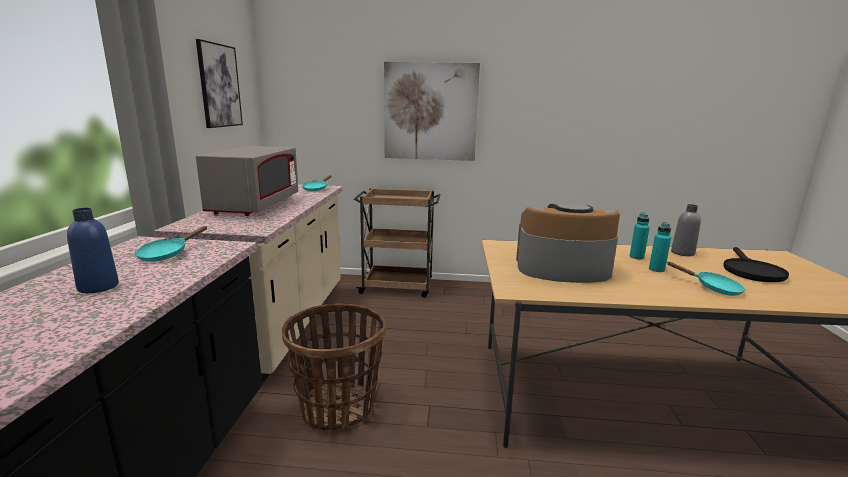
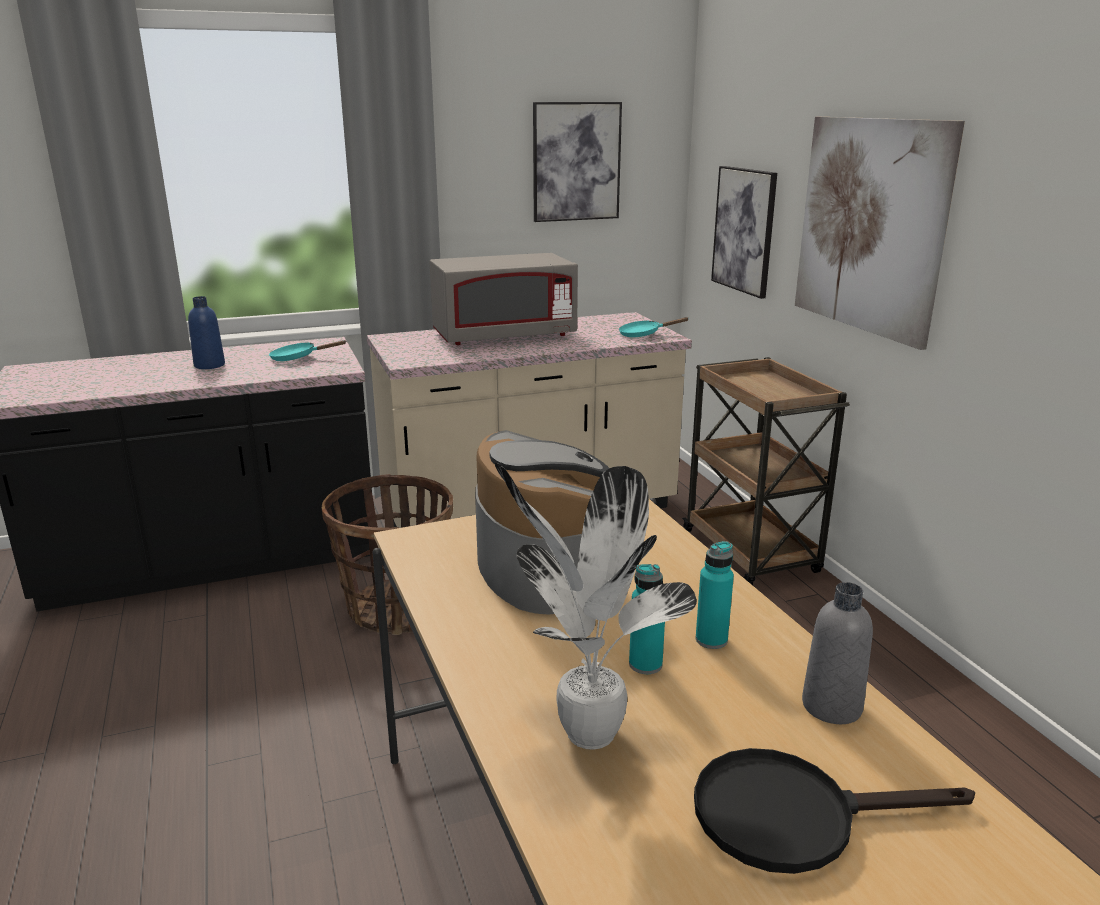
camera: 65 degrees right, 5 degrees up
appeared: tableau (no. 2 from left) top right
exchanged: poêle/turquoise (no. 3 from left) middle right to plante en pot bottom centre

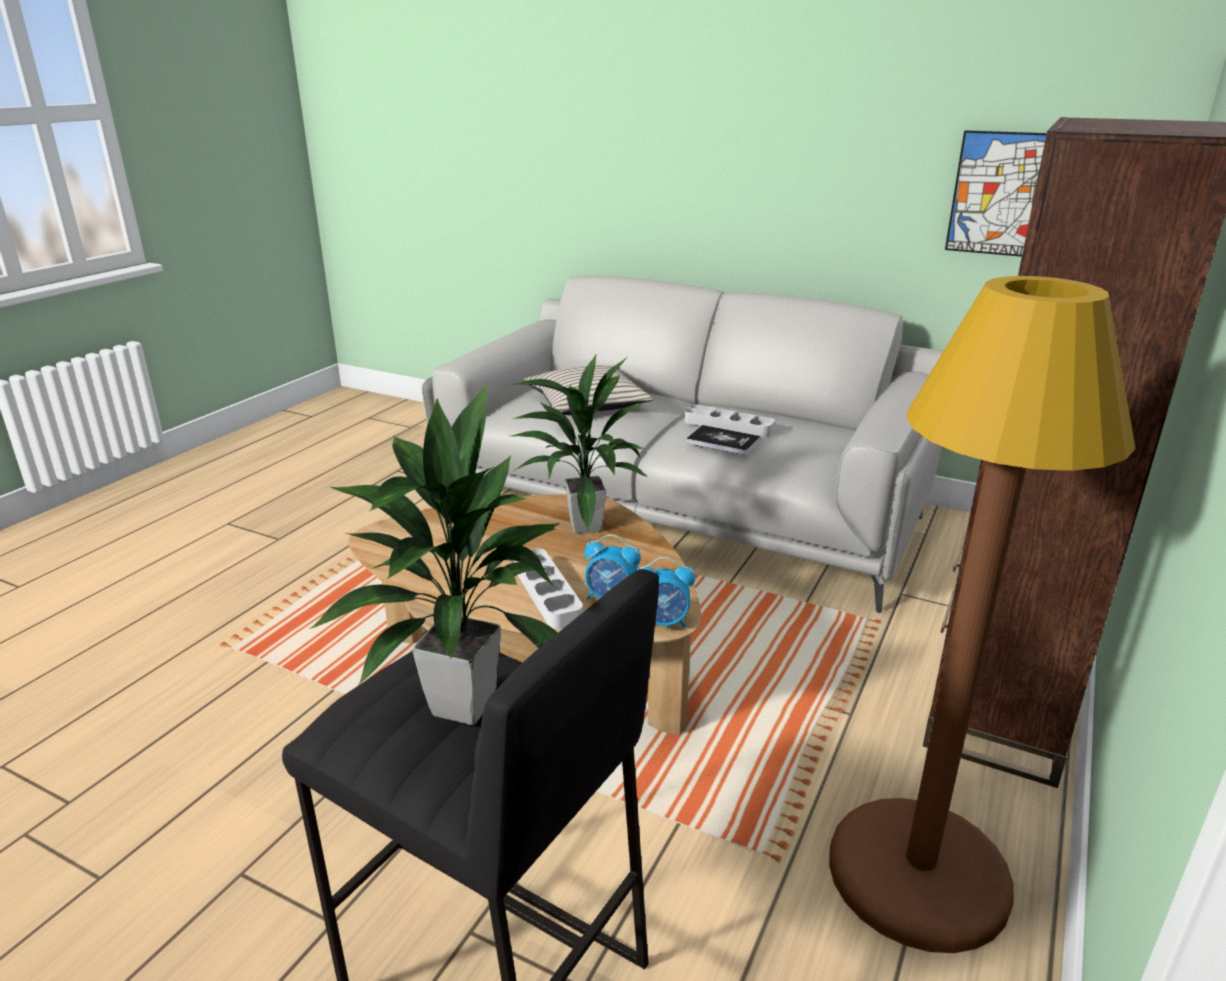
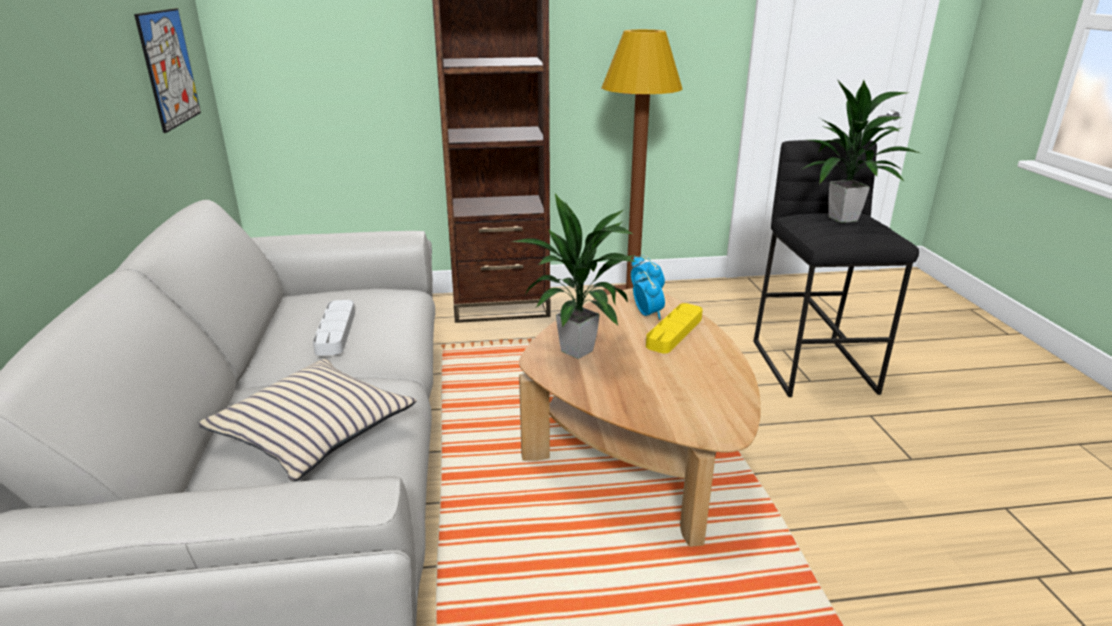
camera: 125 degrees left, 0 degrees up
missing: livre centre
colour: plateau/gris (no. 1 from left) centre to plateau/jaune centre

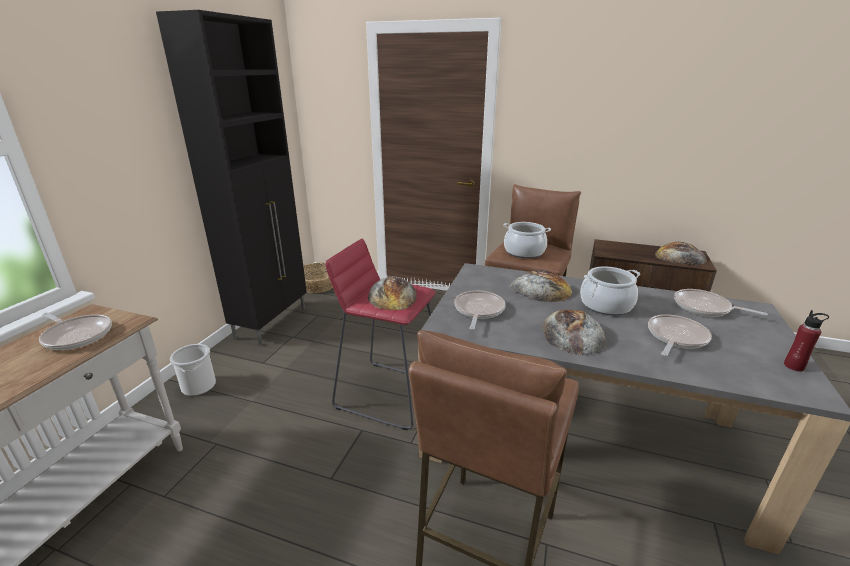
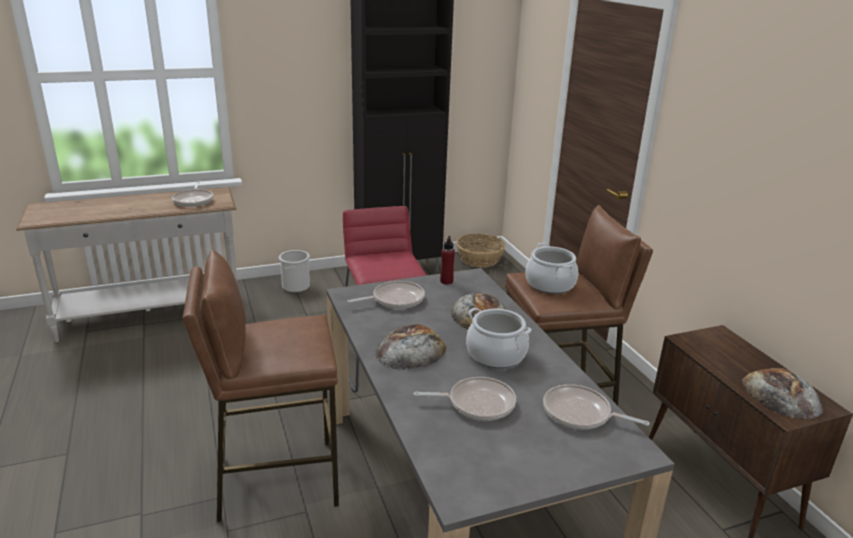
camera: 50 degrees right, 0 degrees up
missing: pain (no. 1 from left) centre
relocated: bouteille/rouge middle right to centre
spun: poêle (no. 4 from left) middle right = bottom right 60 degrees counterclockwise

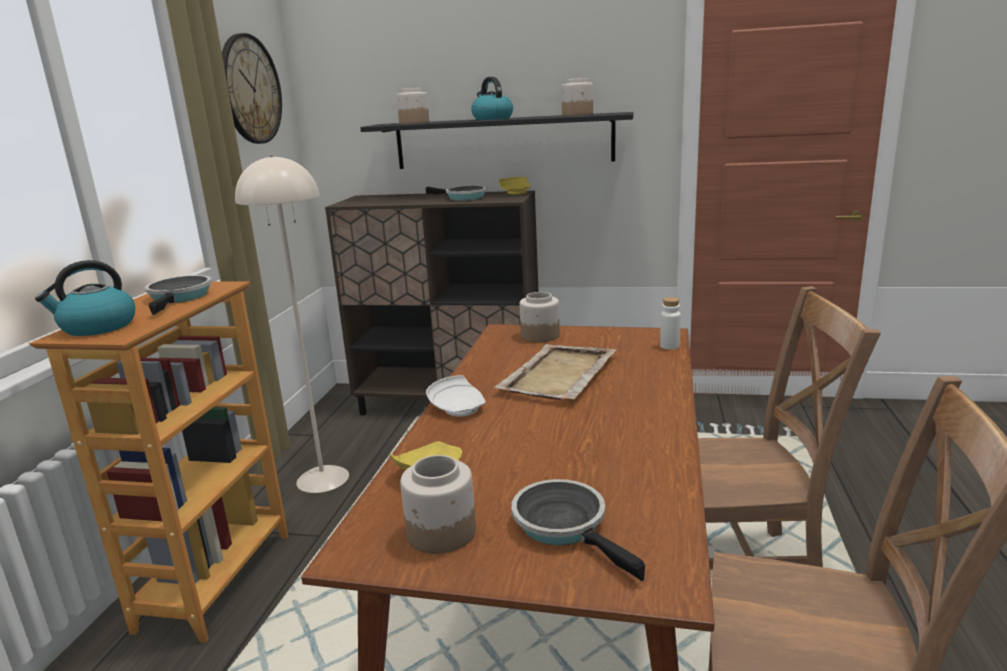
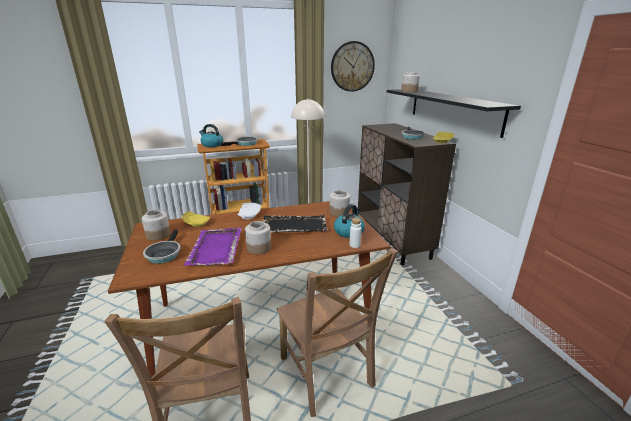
camera: 60 degrees right, 5 degrees up
appeared: plateau/violet centre
relocated: bouilloire (no. 2 from left) top centre to centre; bocal (no. 4 from left in the first image) top centre to bocal (no. 2 from left) centre
colour: plateau/beige centre to plateau/noir centre
spun: poêle (no. 3 from left in the first image) bottom centre = middle left 150 degrees clockwise

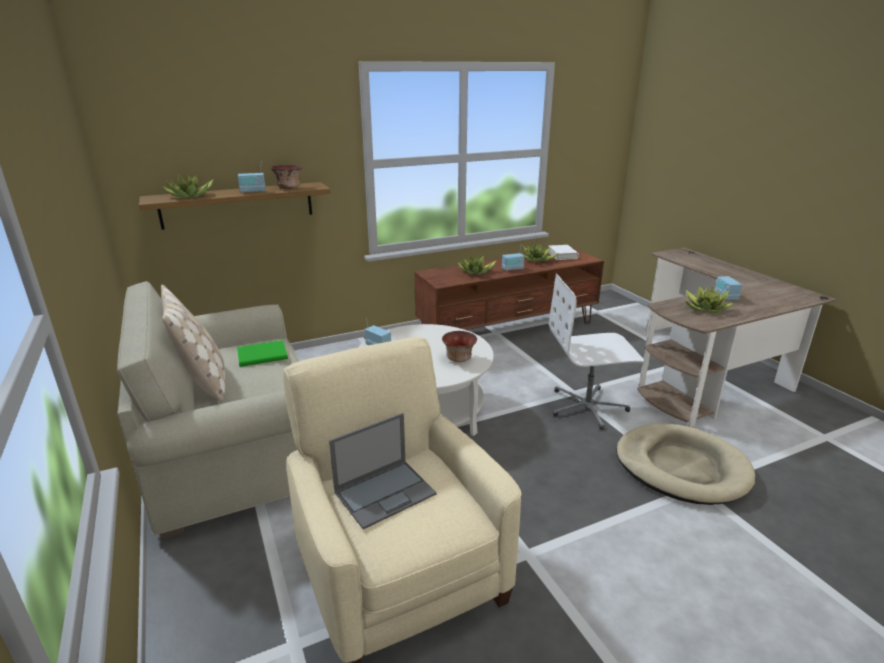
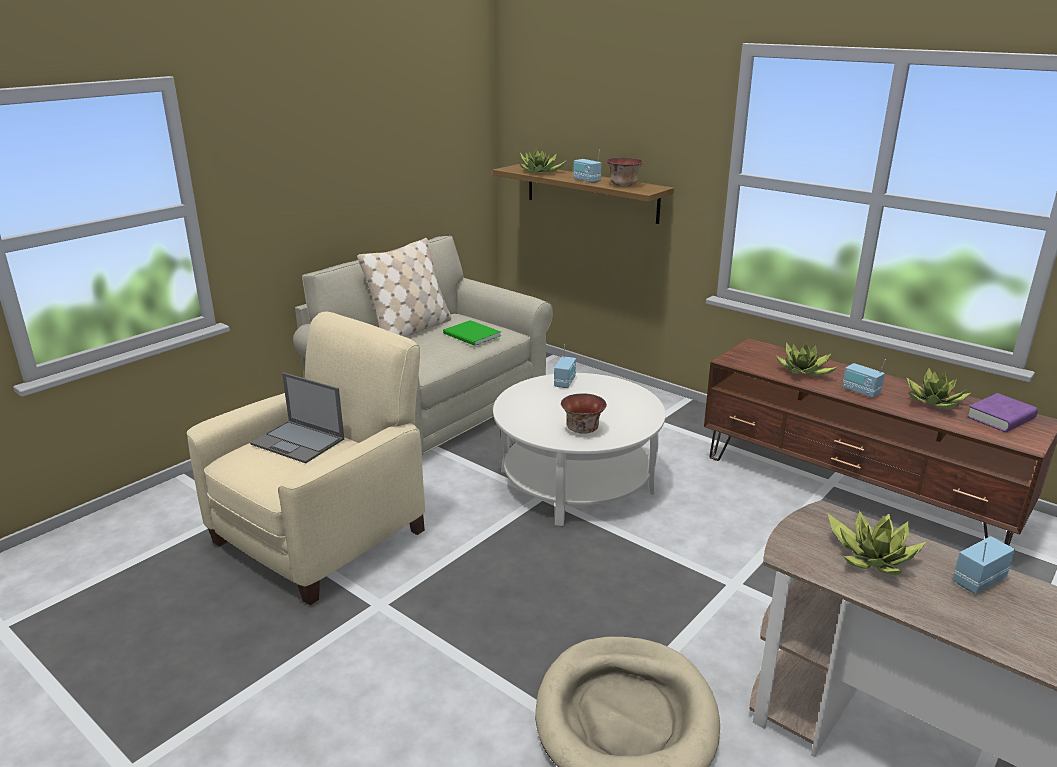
camera: 65 degrees right, 0 degrees up
missing: chaise de bureau/blanc middle right
colour: livre/blanc centre to livre/violet middle right

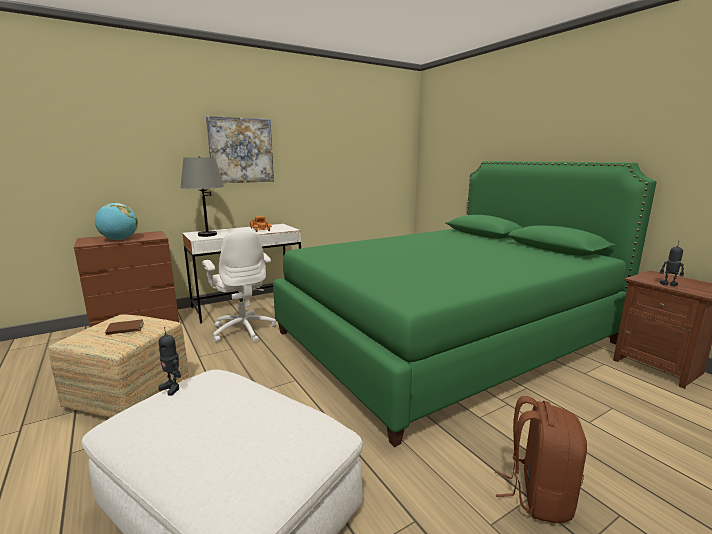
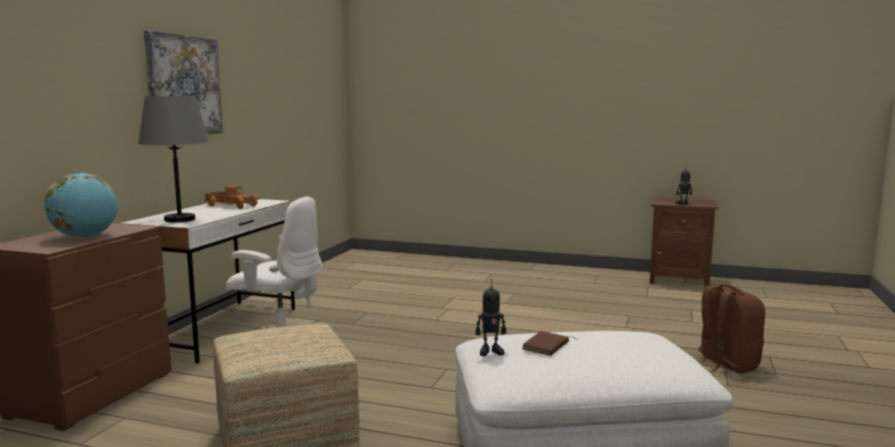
camera: 40 degrees left, 5 degrees down
missing: lit/vert centre
relocated: livre/marron middle left to bottom centre

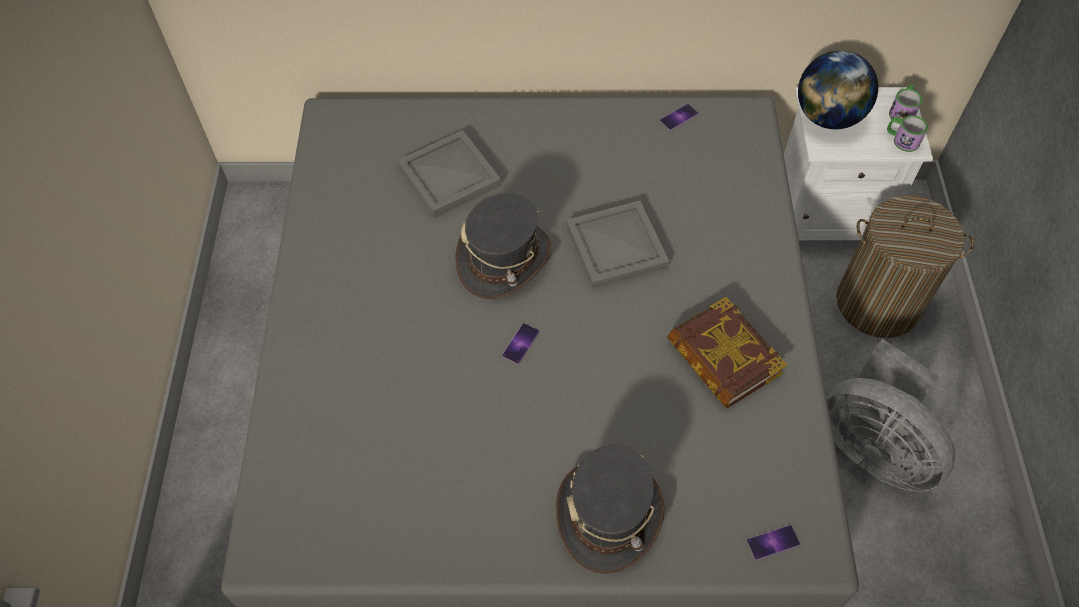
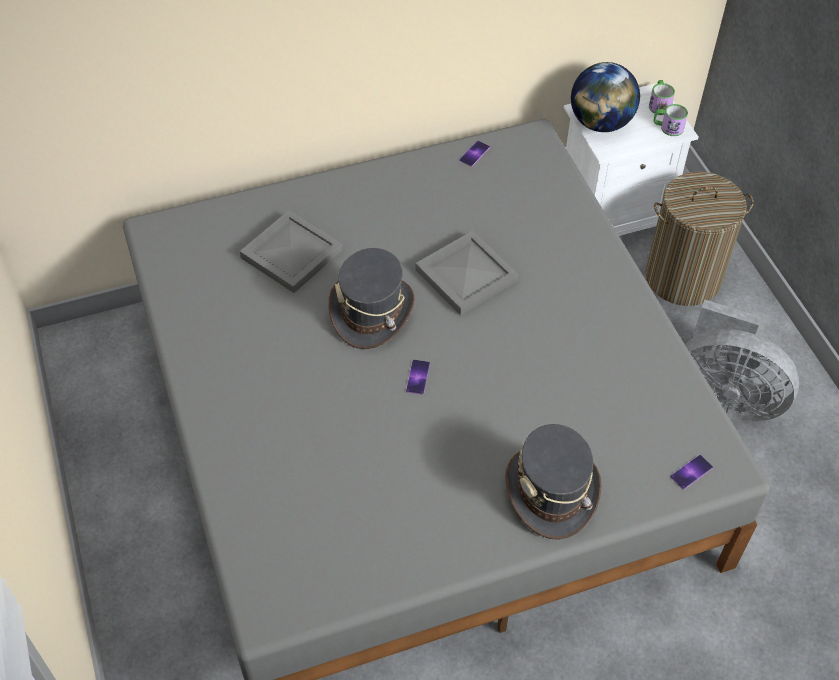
camera: 20 degrees left, 5 degrees down
missing: livre middle right

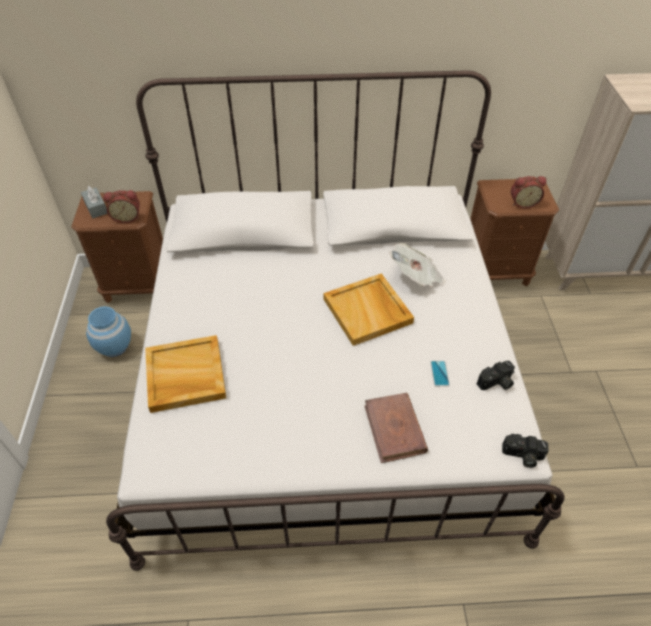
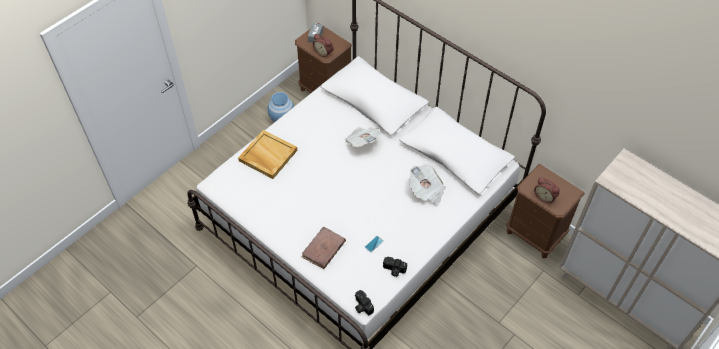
camera: 45 degrees right, 5 degrees up
missing: plateau/beige (no. 2 from left) centre
appeared: journal (no. 1 from left) centre

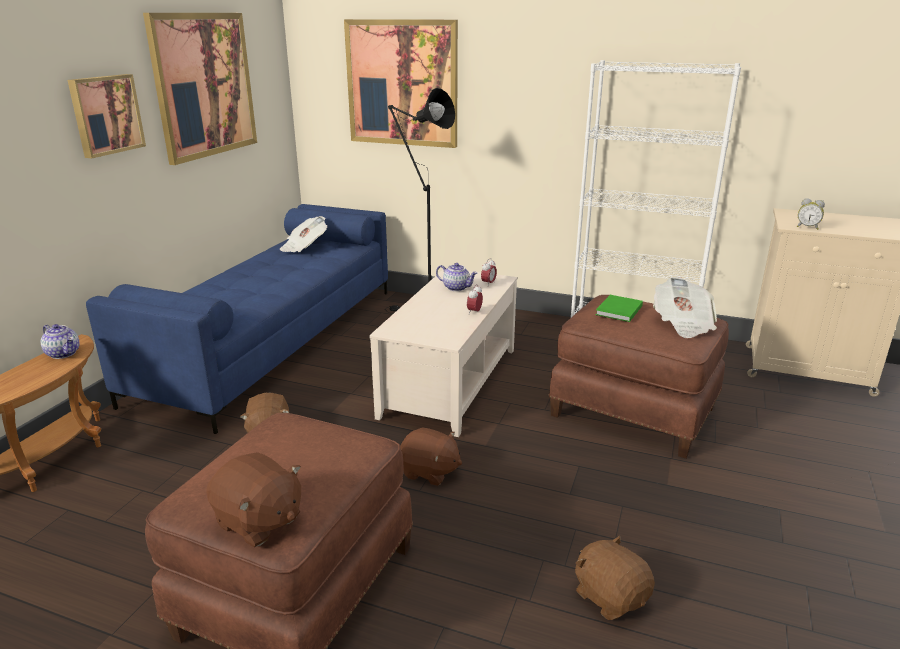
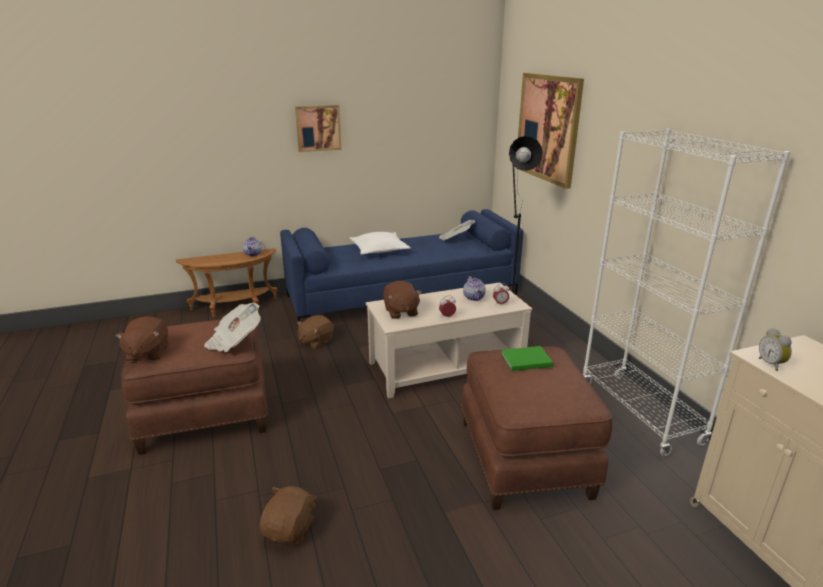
camera: 50 degrees right, 0 degrees up
missing: tableau (no. 2 from left) top left
appeared: coussin/blanc centre
relocated: peluche/marron (no. 3 from left in the first image) bottom centre to peluche/marron (no. 4 from left) centre; journal (no. 2 from left in the first image) middle right to journal (no. 1 from left) middle left

